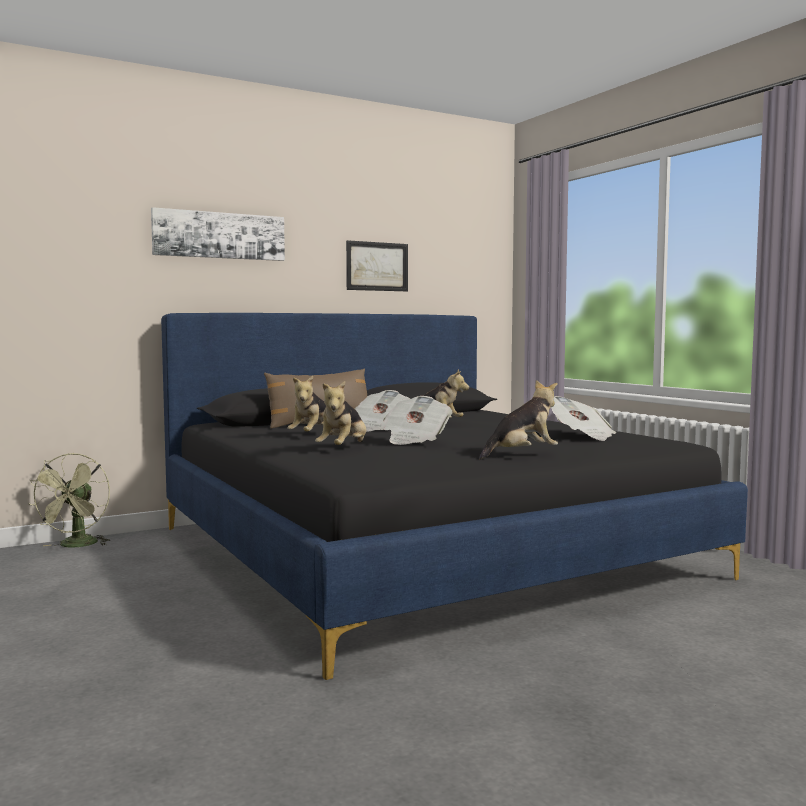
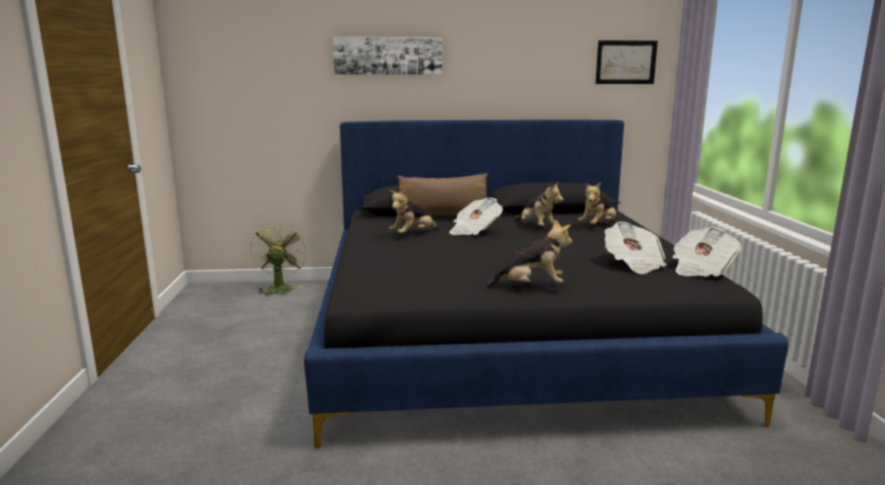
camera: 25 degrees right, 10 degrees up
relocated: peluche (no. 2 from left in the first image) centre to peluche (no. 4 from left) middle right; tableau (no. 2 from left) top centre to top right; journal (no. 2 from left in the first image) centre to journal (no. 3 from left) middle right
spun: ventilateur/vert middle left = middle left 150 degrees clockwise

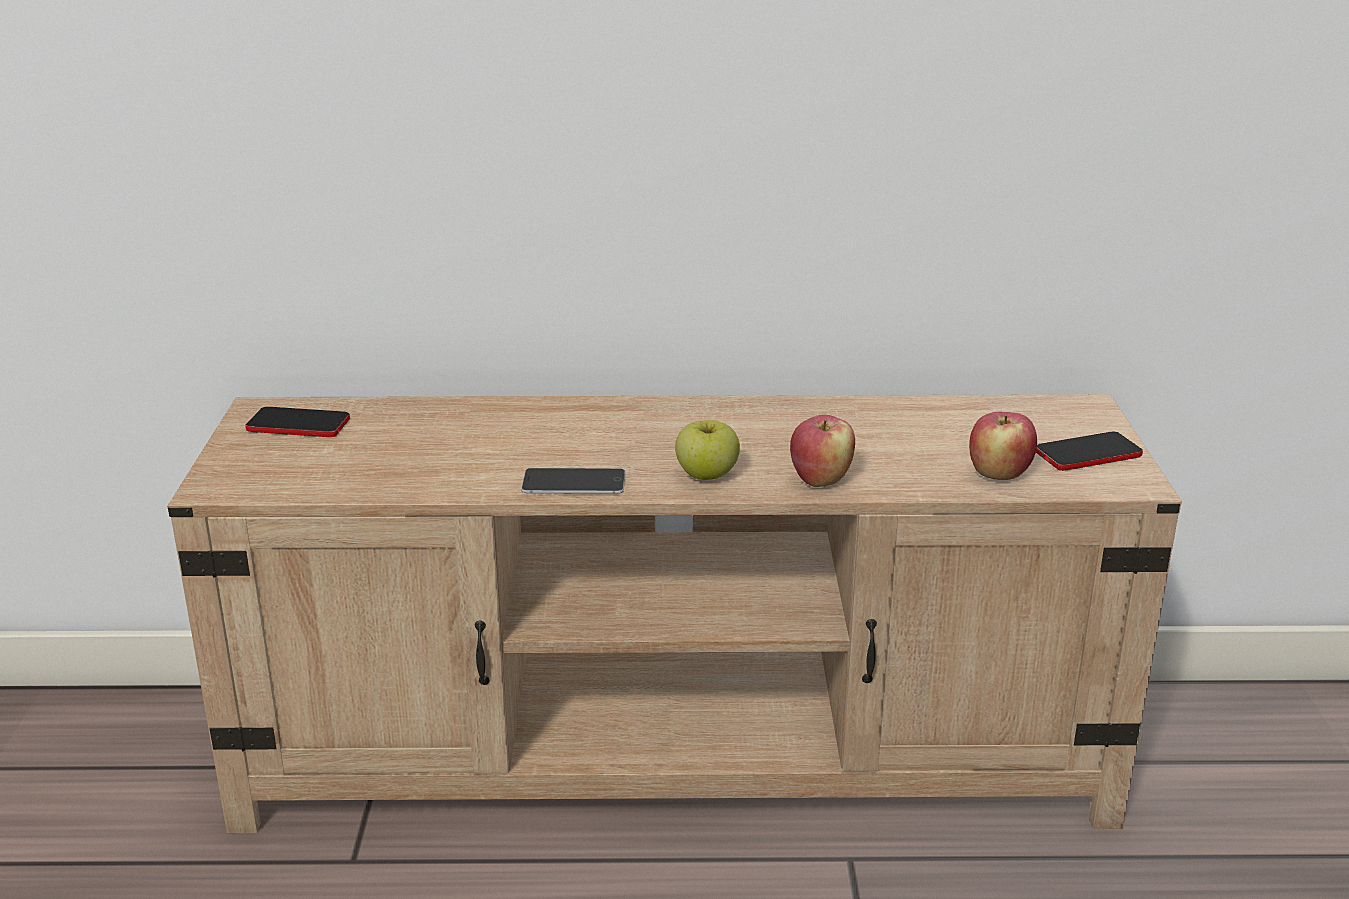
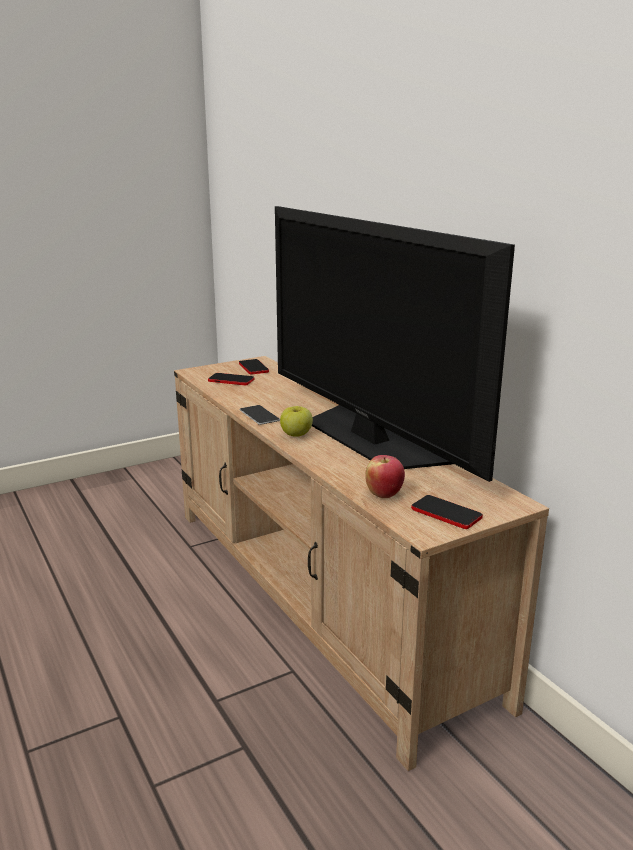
camera: 60 degrees right, 5 degrees down
missing: pomme (no. 2 from left) centre
appeared: téléphone (no. 1 from left) centre; téléviseur centre

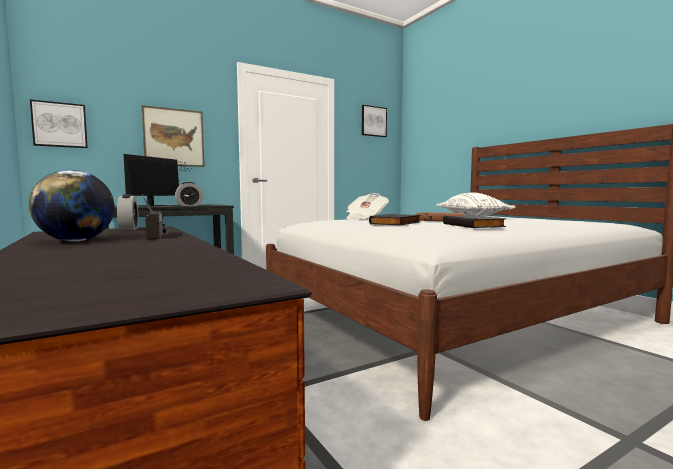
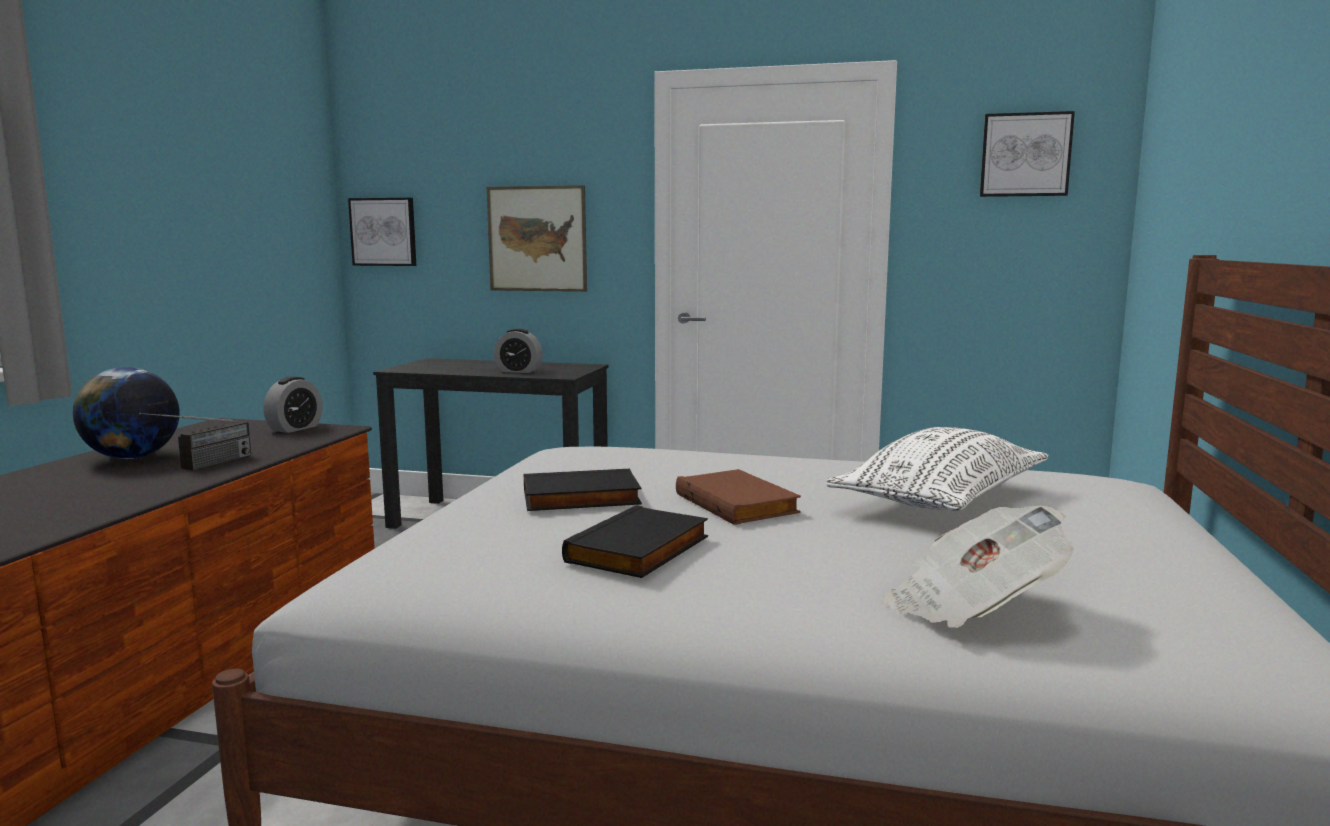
camera: 45 degrees right, 5 degrees up
missing: écran d'ordinateur middle left
relocated: journal centre to bottom right

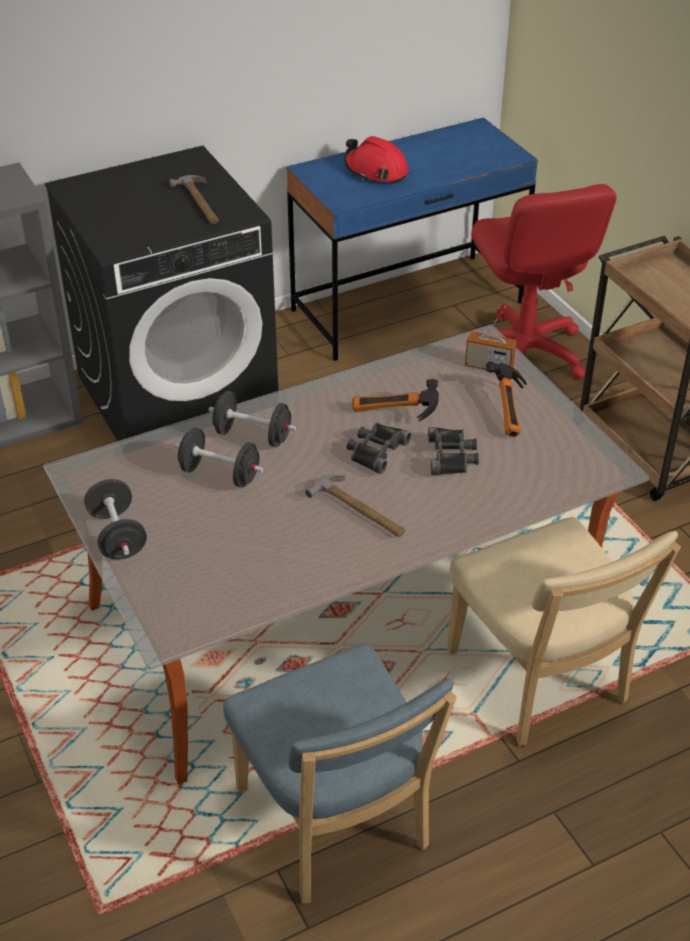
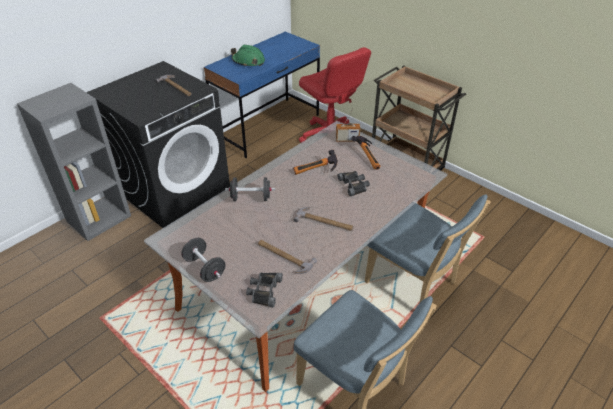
camera: 20 degrees left, 0 degrees up
missing: haltère/noir (no. 2 from left) middle left
appeared: marteau (no. 2 from left) centre
relocated: jumelles/noir (no. 1 from left) centre to bottom centre
colour: casque de chantier/rouge top centre to casque de chantier/vert top centre; chaise/beige bottom right to chaise/bleu (no. 2 from left) middle right

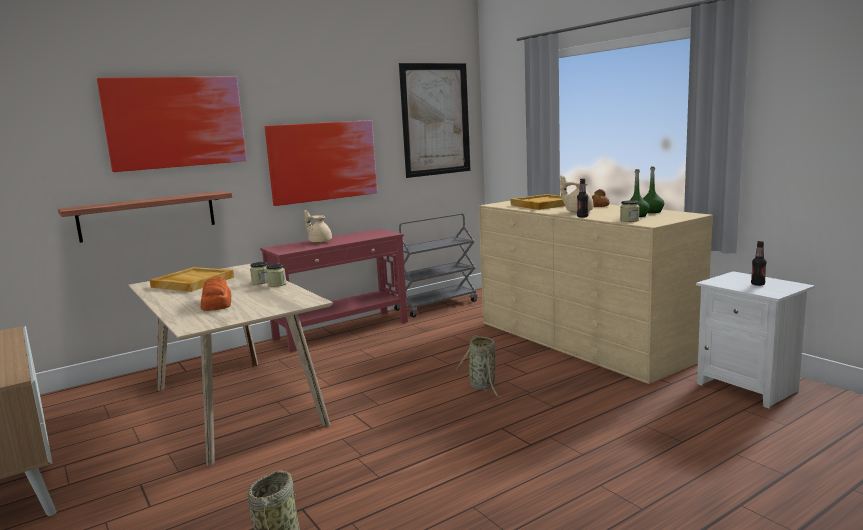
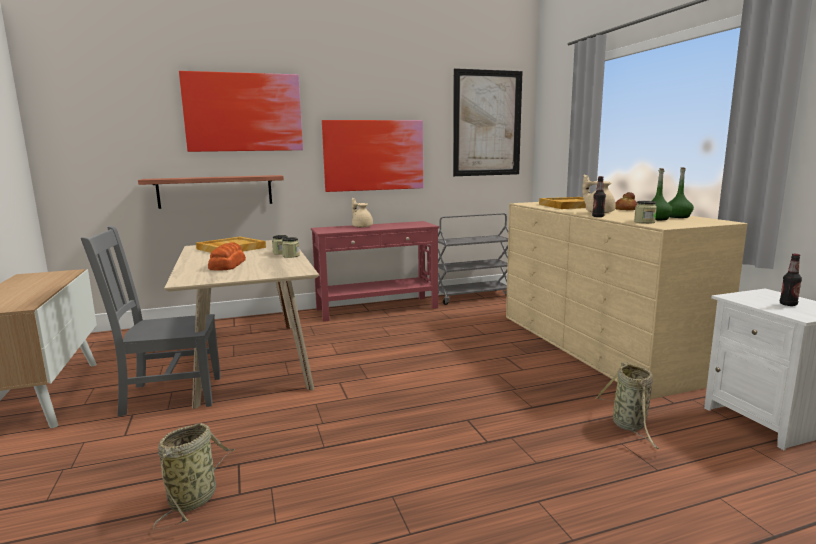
camera: 15 degrees right, 0 degrees up
appeared: chaise/gris middle left
relocated: panier (no. 2 from left) bottom centre to bottom right

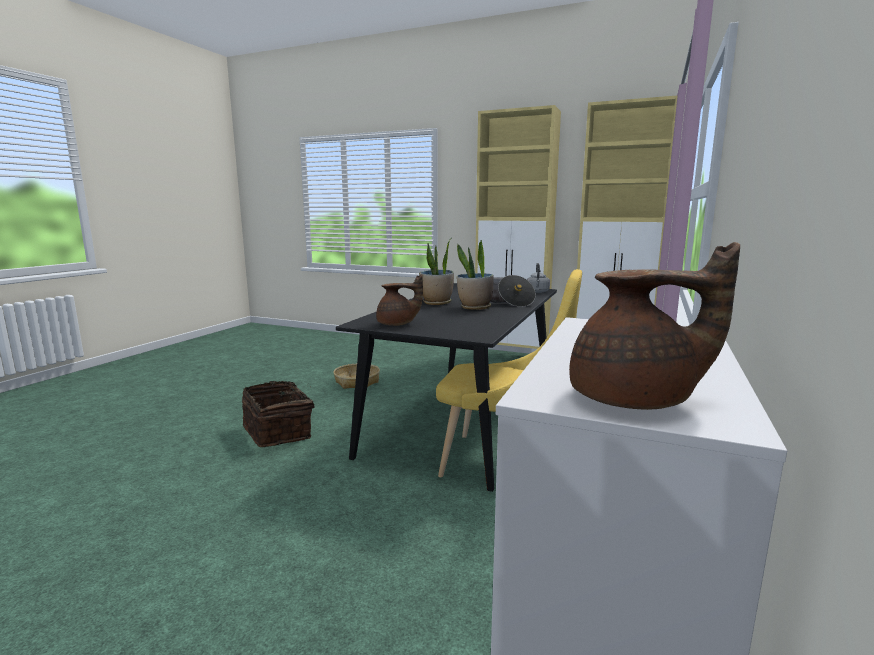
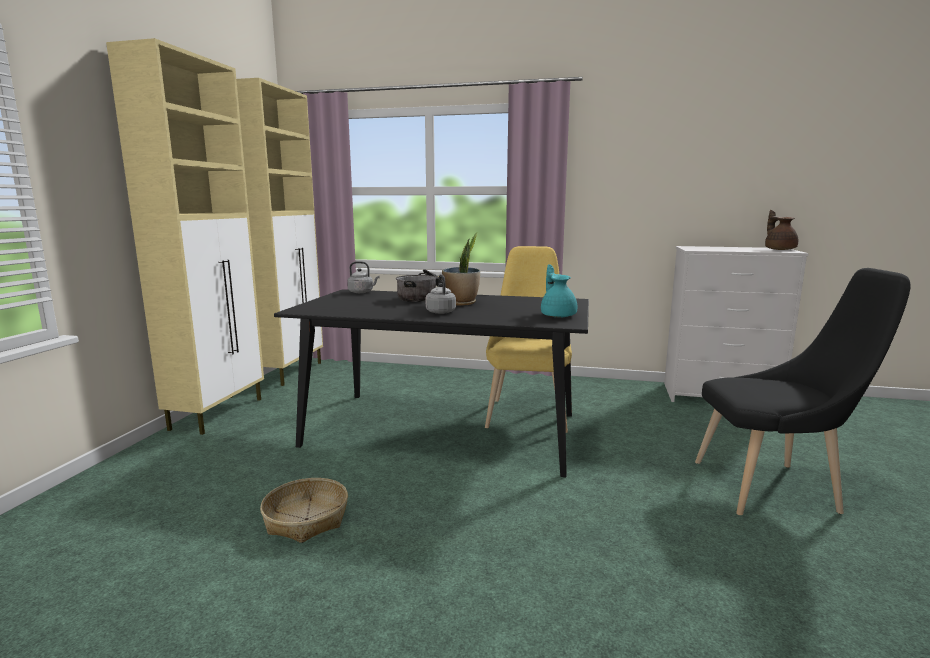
camera: 100 degrees left, 0 degrees up
missing: panier (no. 1 from left) middle left
appeared: chaise/noir middle right
exchanged: plante en pot (no. 1 from left) centre to bouilloire/gris (no. 2 from left) centre
colour: théière/marron (no. 1 from left) centre to théière/turquoise centre

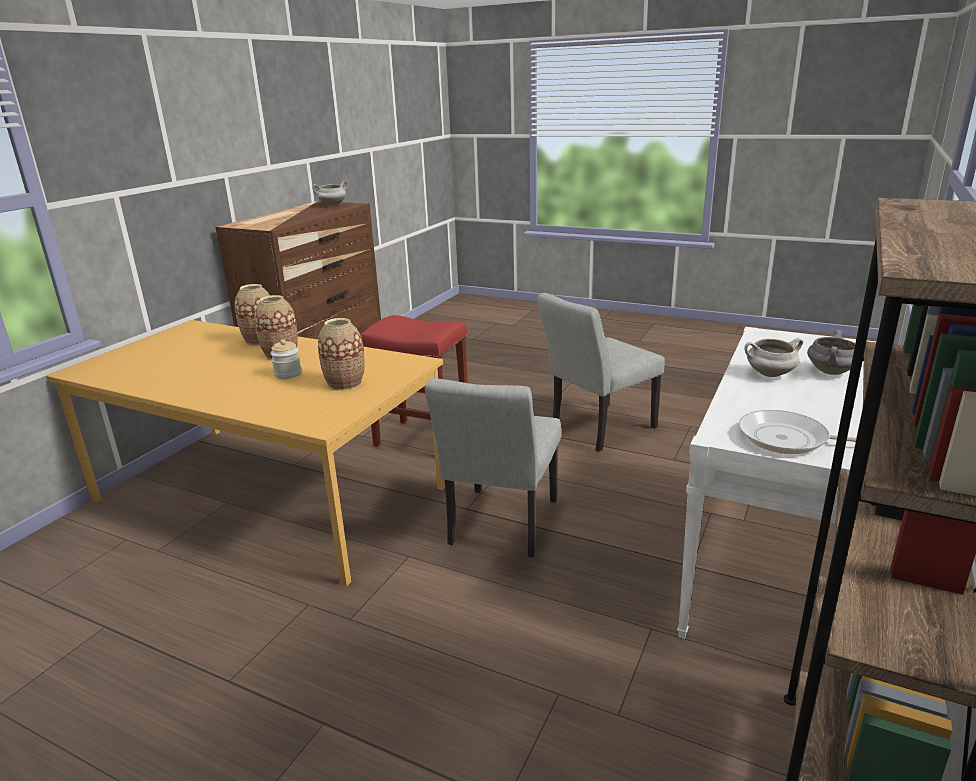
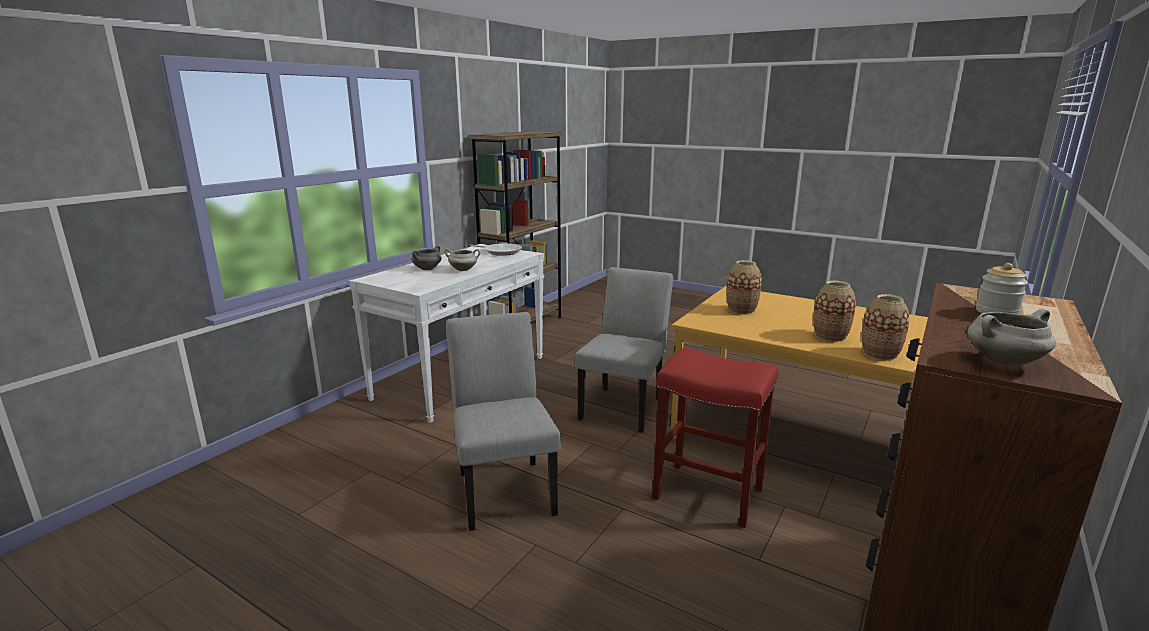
camera: 175 degrees left, 5 degrees down
relocated: bocal middle left to middle right
spun: chaise/gris (no. 2 from left in the first image) centre = bottom centre 75 degrees counterclockwise

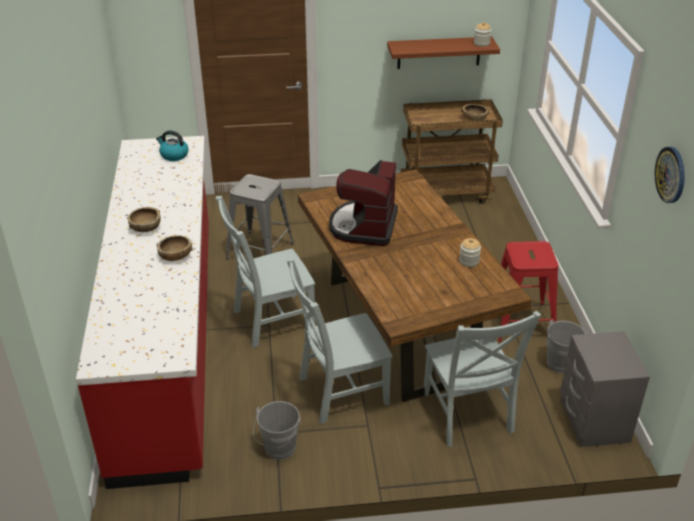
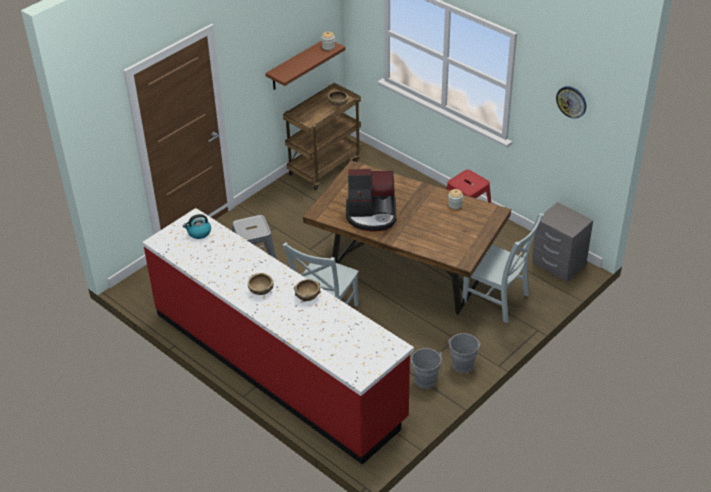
camera: 40 degrees left, 5 degrees up
missing: chaise/gris (no. 2 from left) centre
relocated: seau/gris (no. 2 from left) middle right to bottom centre
spun: machine à café centre = centre 60 degrees counterclockwise

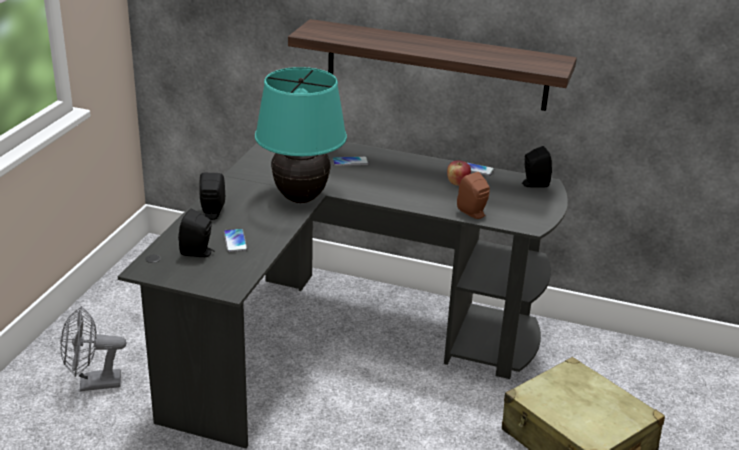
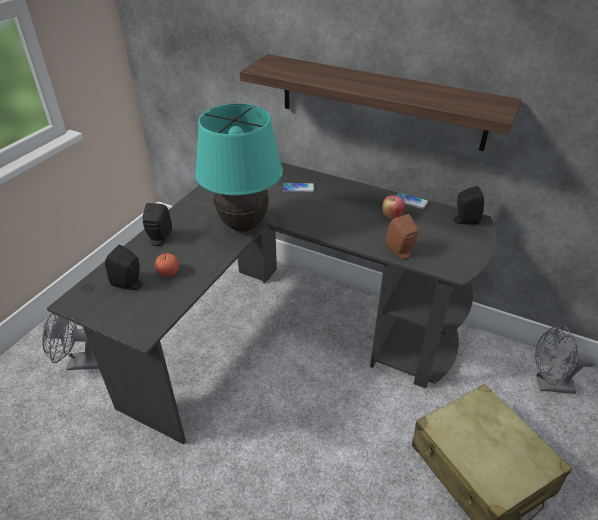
camera: 10 degrees right, 10 degrees up
appeared: ventilateur/gris (no. 2 from left) bottom right
exchanged: téléphone (no. 1 from left) middle left to pomme (no. 1 from left) middle left

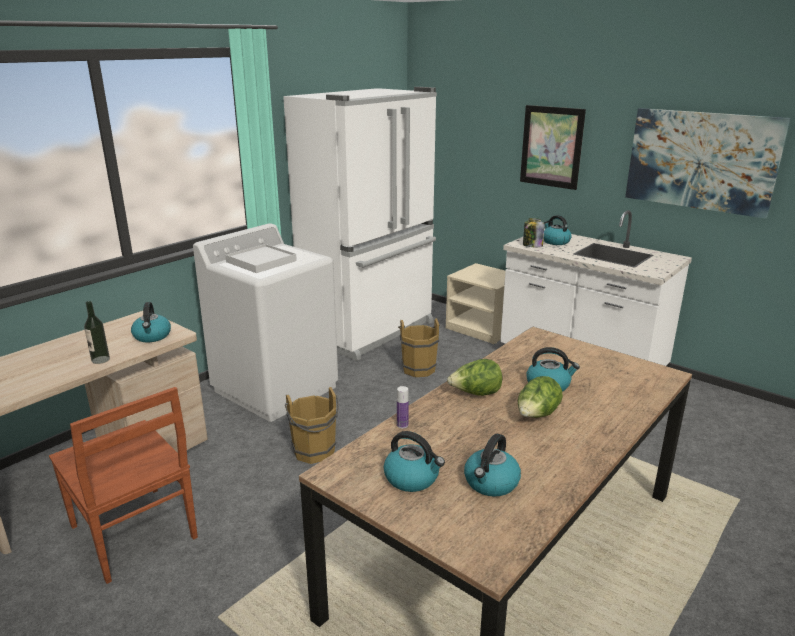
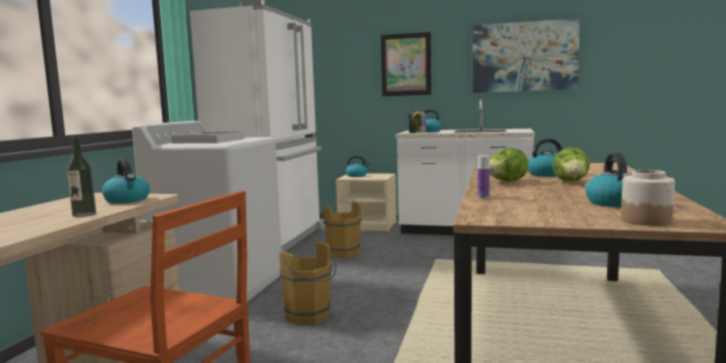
camera: 25 degrees left, 15 degrees down
appeared: bocal (no. 2 from left) middle right
relocated: bouilloire (no. 2 from left) bottom centre to centre

